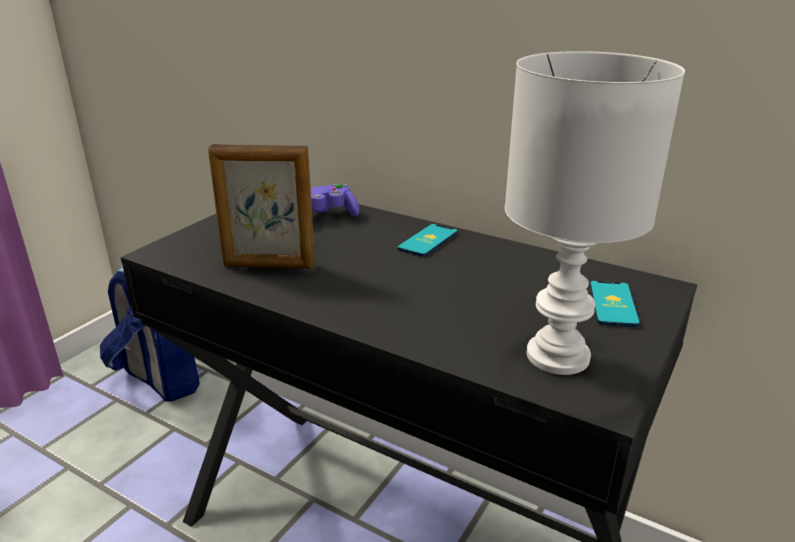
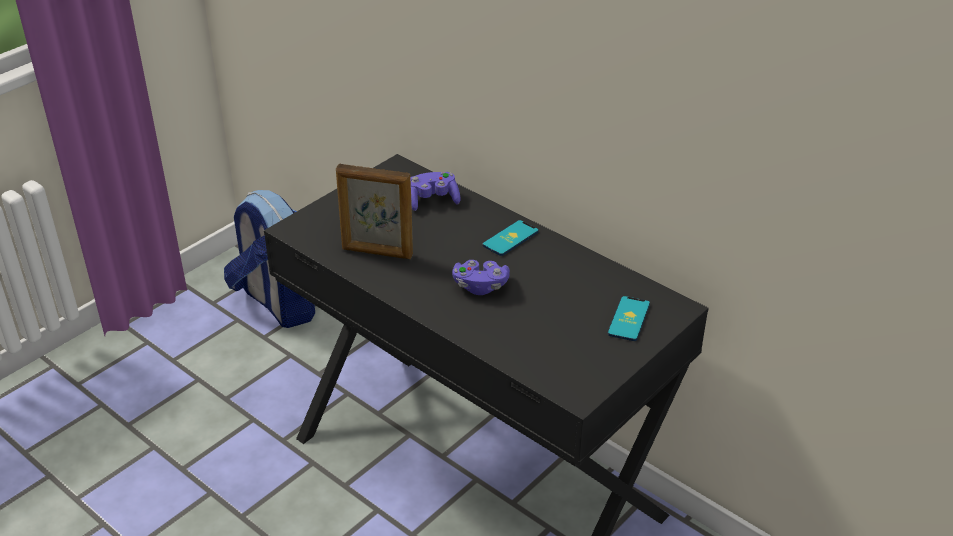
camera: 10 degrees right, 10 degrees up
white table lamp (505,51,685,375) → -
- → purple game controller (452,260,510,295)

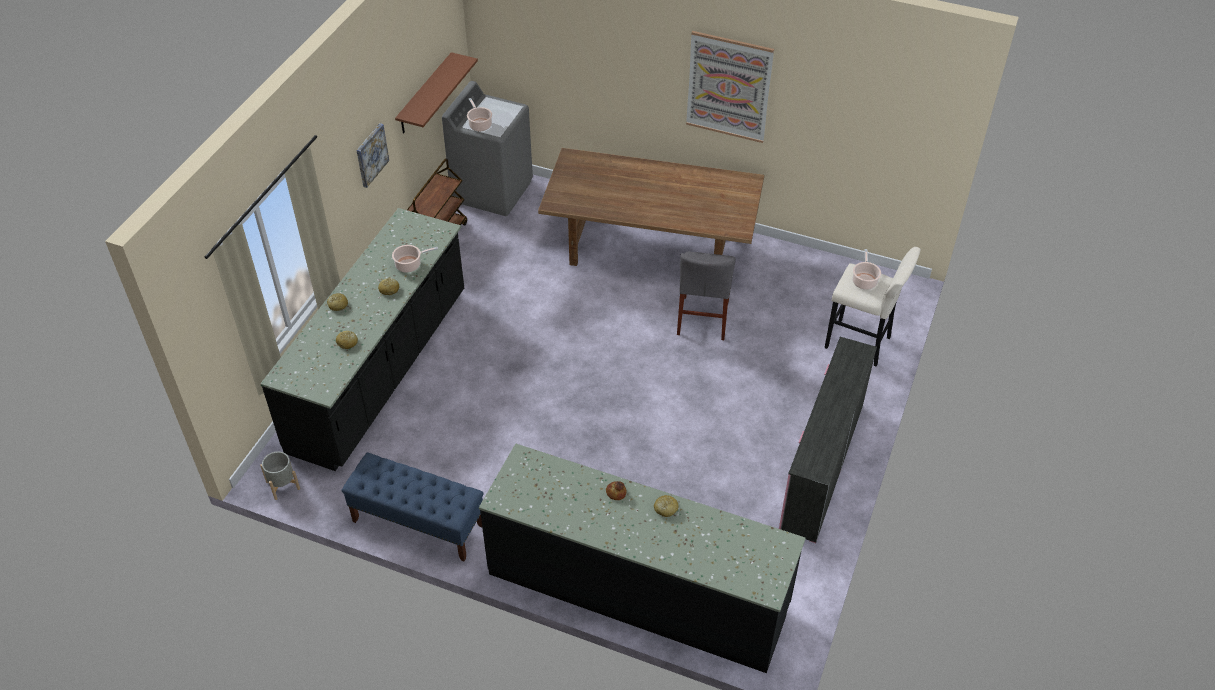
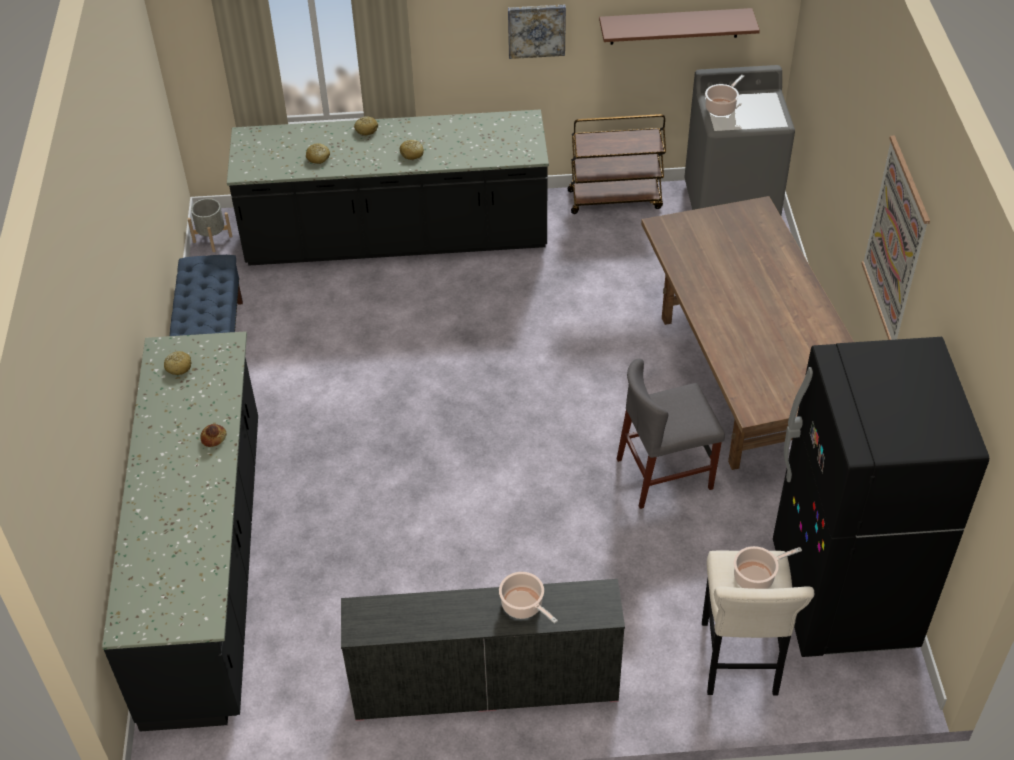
camera: 65 degrees right, 0 degrees up
cooking pot (392,245,438,273) → cooking pot (499,572,558,624), moved
bread (654,495,679,517) → bread (164,351,191,375), moved
- → black fridge (773,337,989,657)

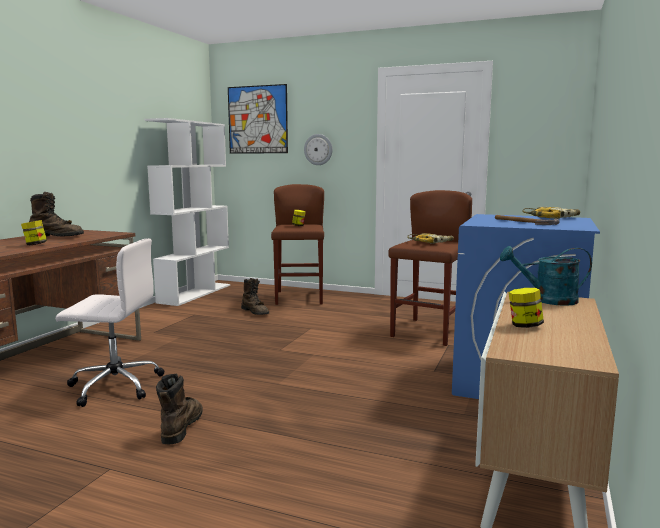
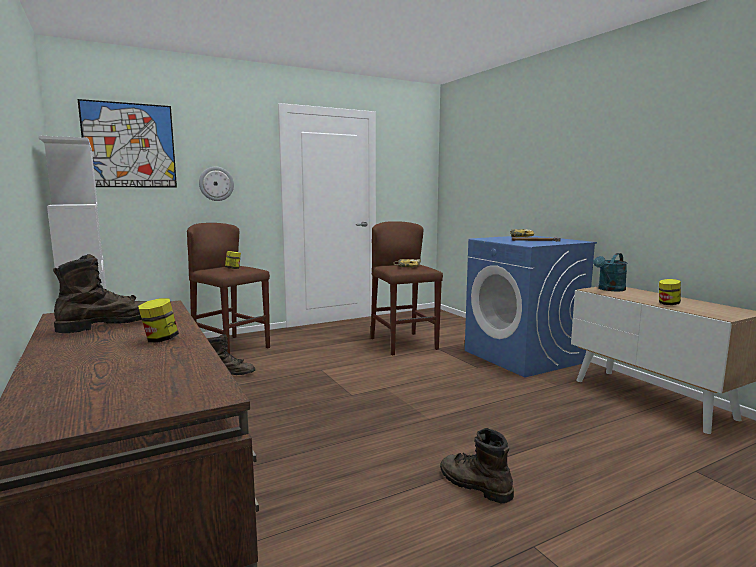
camera: 50 degrees left, 0 degrees up
white office chair (56,238,164,407) → -

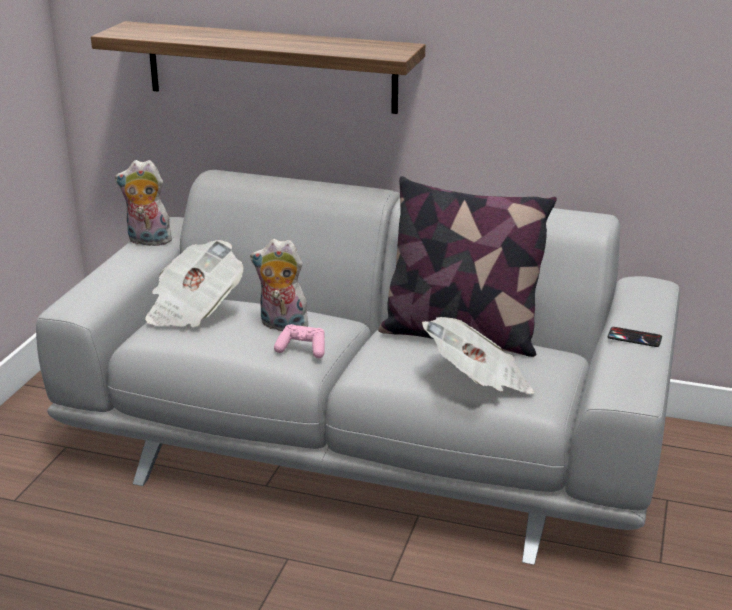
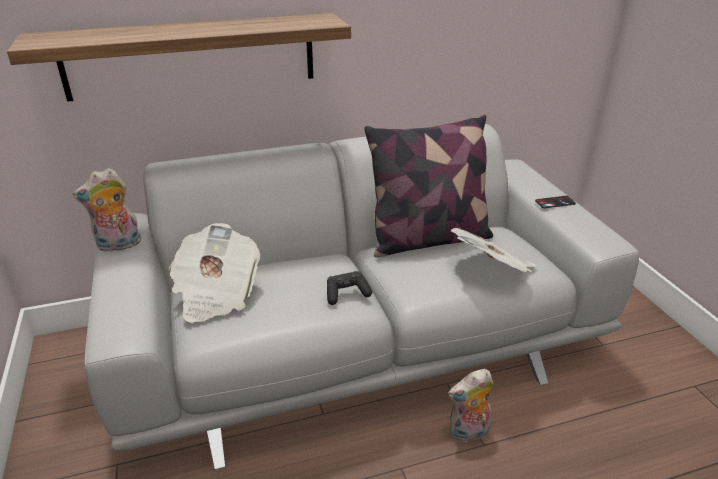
camera: 35 degrees left, 5 degrees up
plush toy (250,239,309,331) → plush toy (448,369,493,442), moved
pink game controller (274,324,325,358) → black game controller (327,271,372,305)

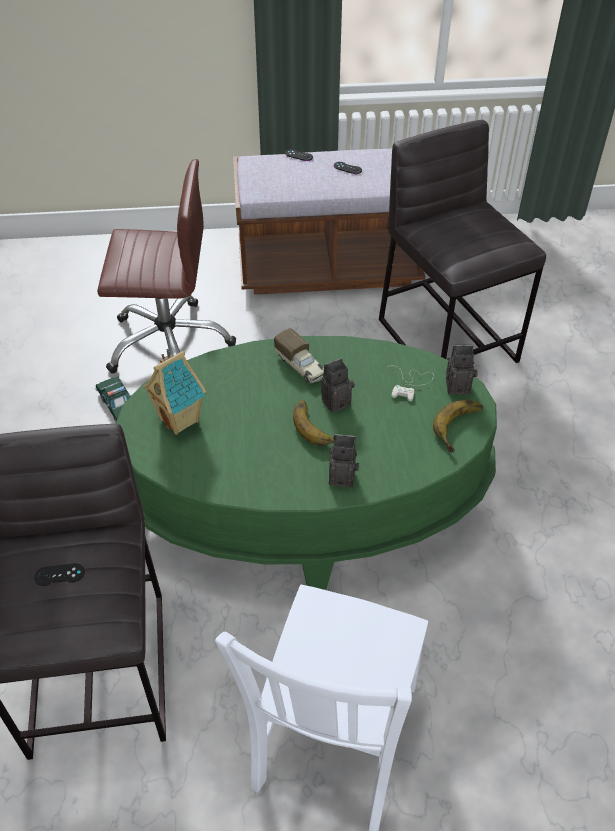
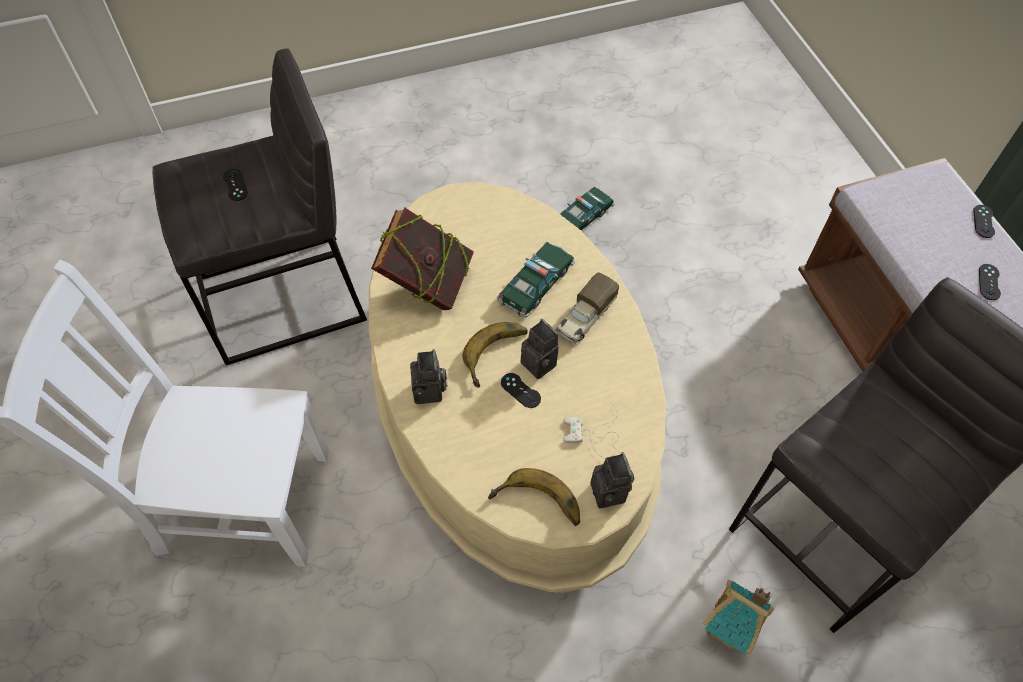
camera: 75 degrees right, 10 degrees up
brown office chair (97,159,236,373) → -
green coffee table (116,336,497,590) → beige coffee table (369,182,666,594)
toy house (143,349,207,435) → toy house (703,580,774,655), moved
- → book (371,207,474,310)
- → toy car (497,242,575,318)
- → black game controller (501,373,541,408)

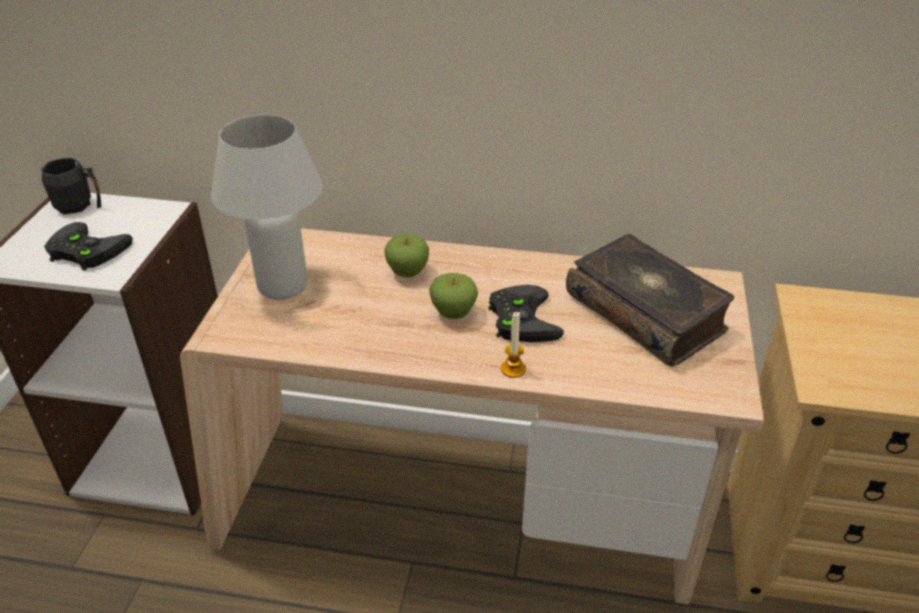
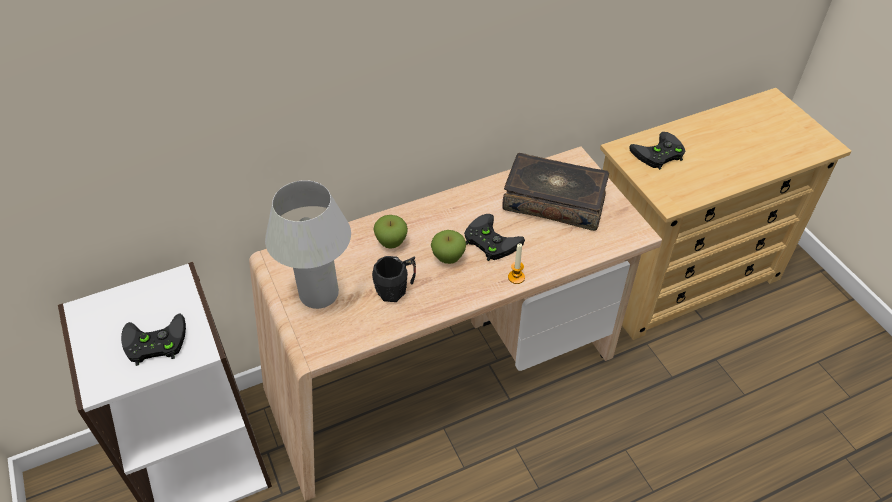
camera: 35 degrees left, 10 degrees up
black mug (41,158,101,215) → black mug (372,256,416,302), moved
- → black game controller (629,132,686,170)

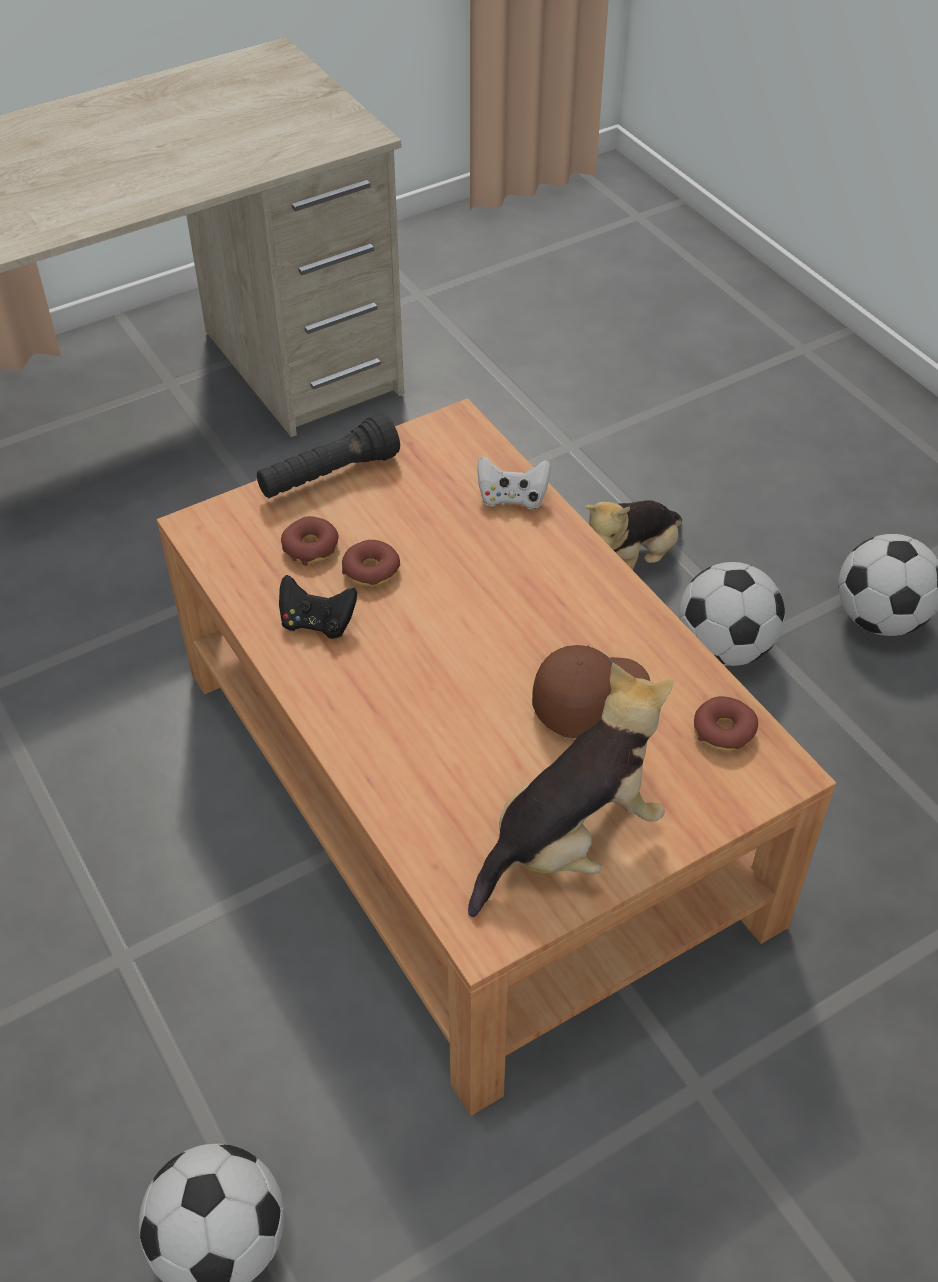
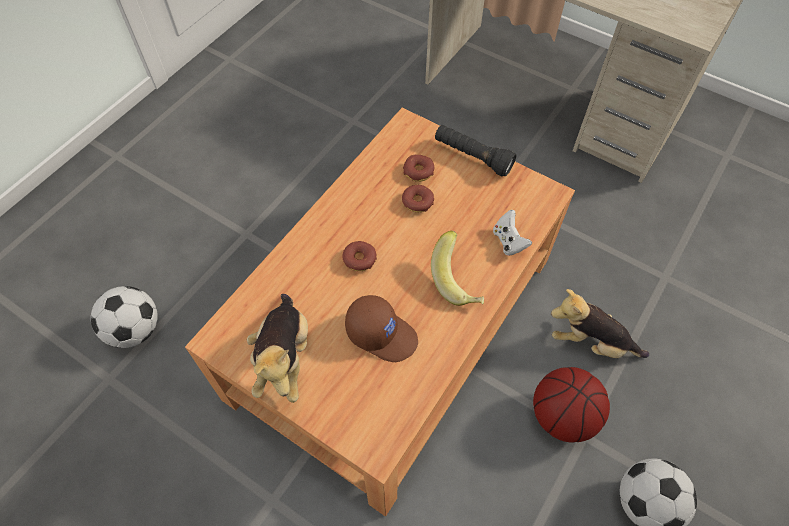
camera: 65 degrees right, 10 degrees up
football (679,562,785,666) → basketball (533,367,610,443)
black game controller (279,575,357,639) → -
plush toy (468,663,674,917) → plush toy (247,294,308,403), 60 degrees clockwise
donut (694,696,758,752) → donut (342,241,377,271), moved
- → banana (431,230,484,306)

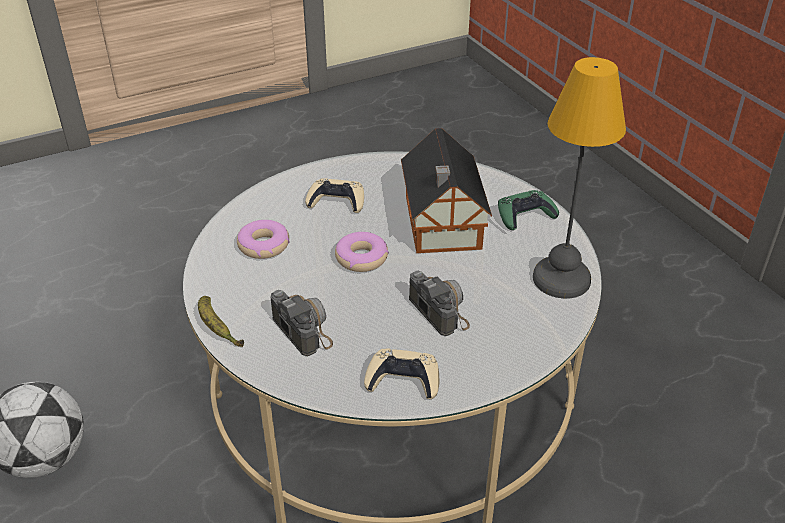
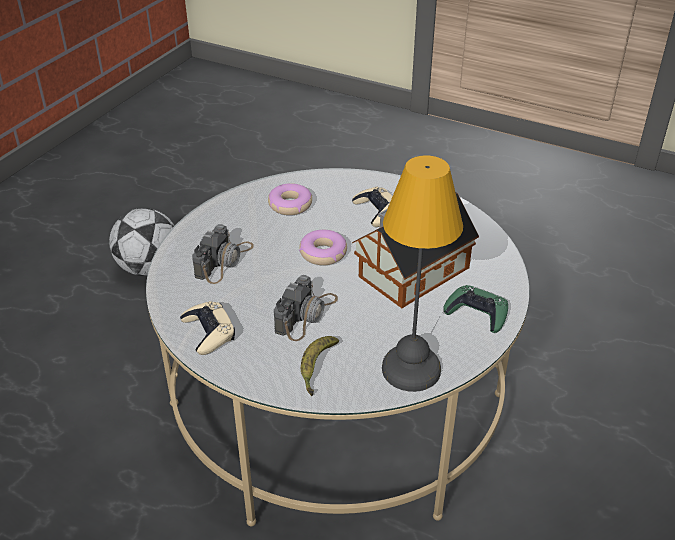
camera: 55 degrees right, 0 degrees up
banana (198,296,244,347) → banana (301,336,339,396), moved

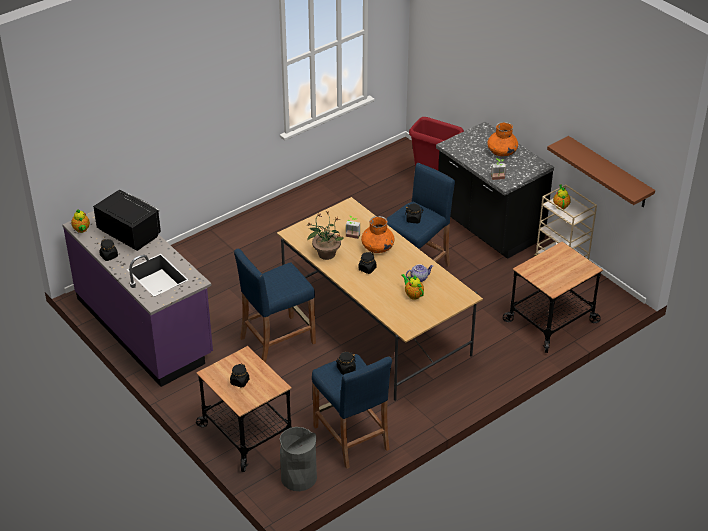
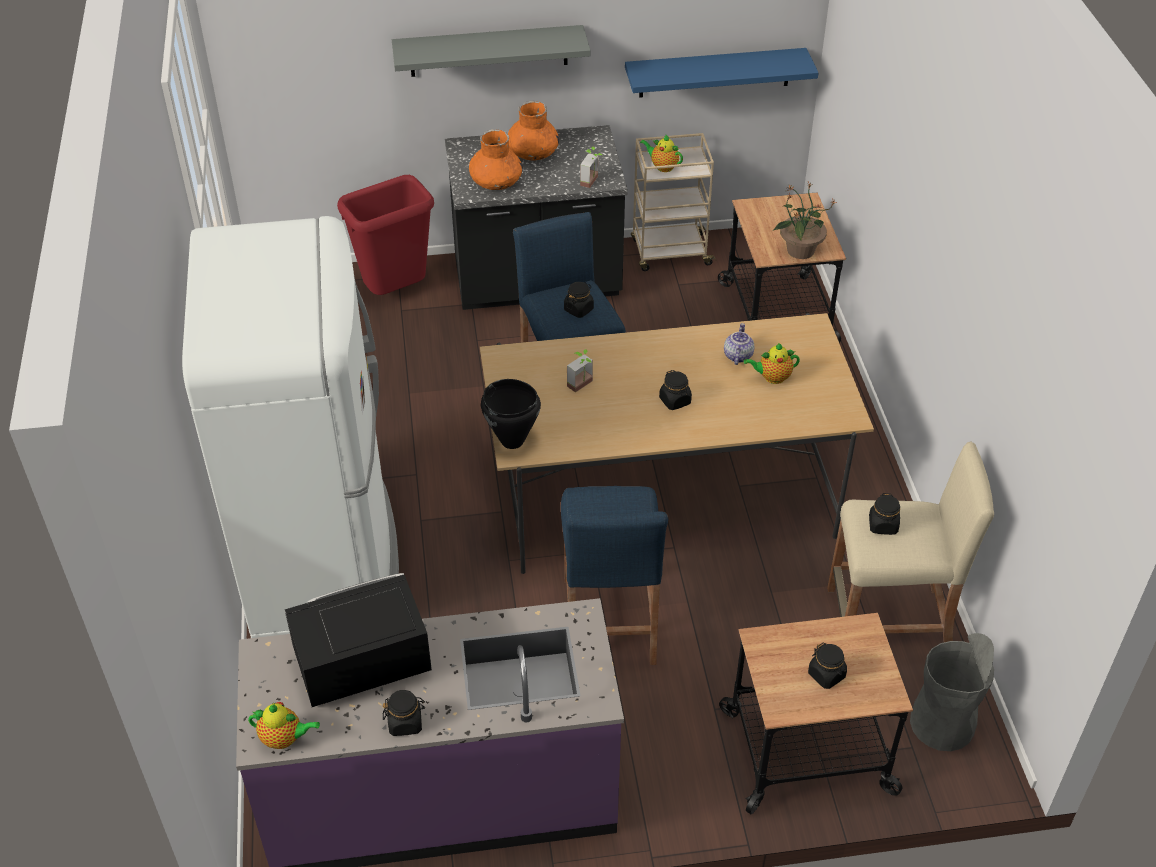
camera: 60 degrees left, 5 degrees up
brown shelf (547,136,655,207) → blue shelf (625,48,819,98)
potted plant (307,211,344,260) → potted plant (773,182,837,259), moved
orange vase (361,216,395,253) → orange vase (469,129,523,190), moved
blue stool (312,354,392,469) → beige stool (827,441,994,642)
- → grey shelf (392,25,590,77)
- → white fridge (182,216,399,638)
- → black cooking pot (481,379,541,449)

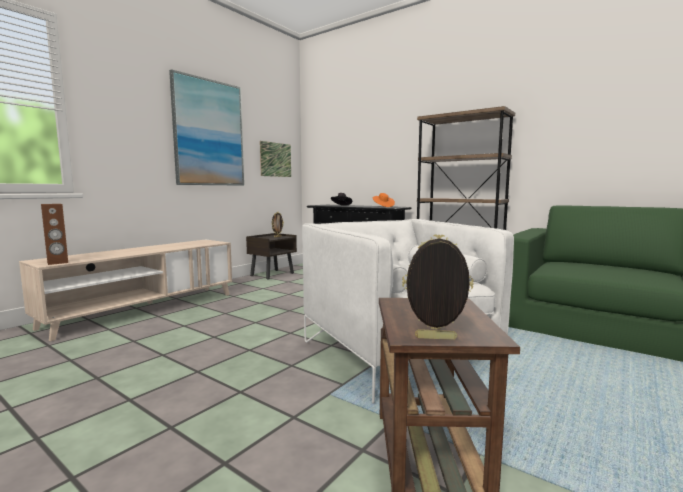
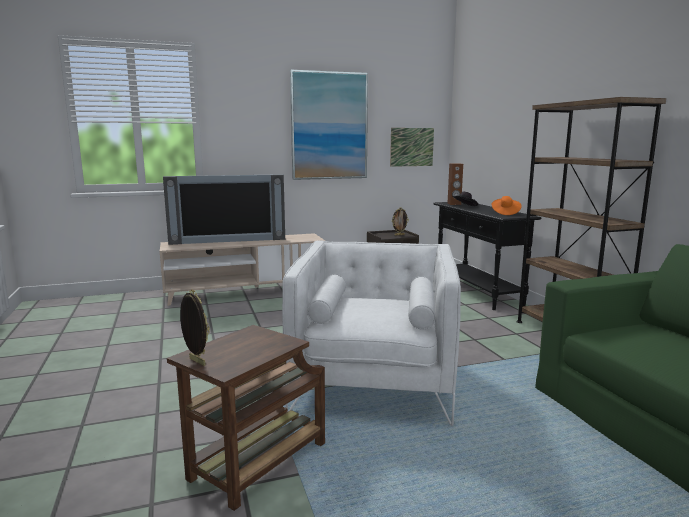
camera: 35 degrees right, 5 degrees up
brown speaker (41,204,68,265) → brown speaker (447,163,463,205), moved
- → television (163,174,285,245)

